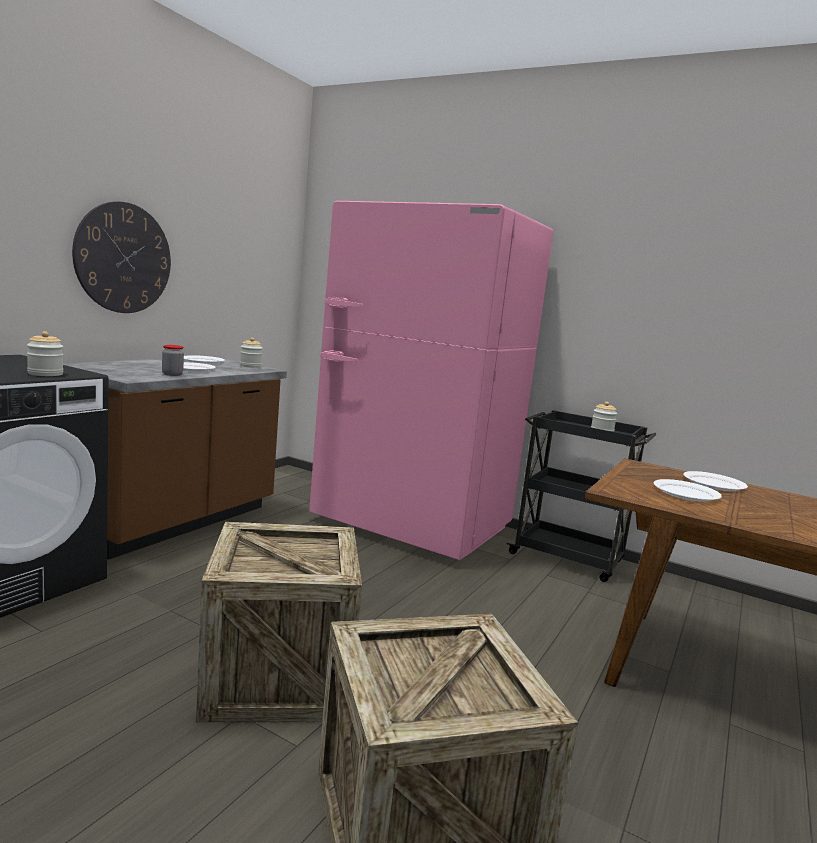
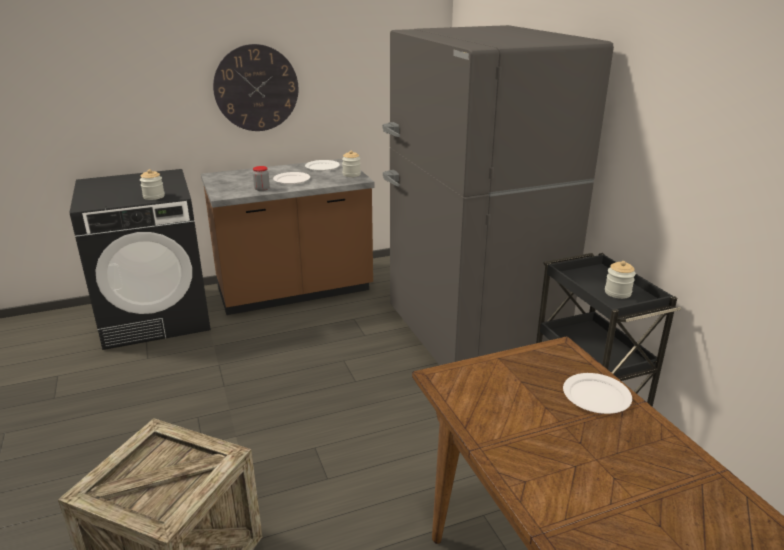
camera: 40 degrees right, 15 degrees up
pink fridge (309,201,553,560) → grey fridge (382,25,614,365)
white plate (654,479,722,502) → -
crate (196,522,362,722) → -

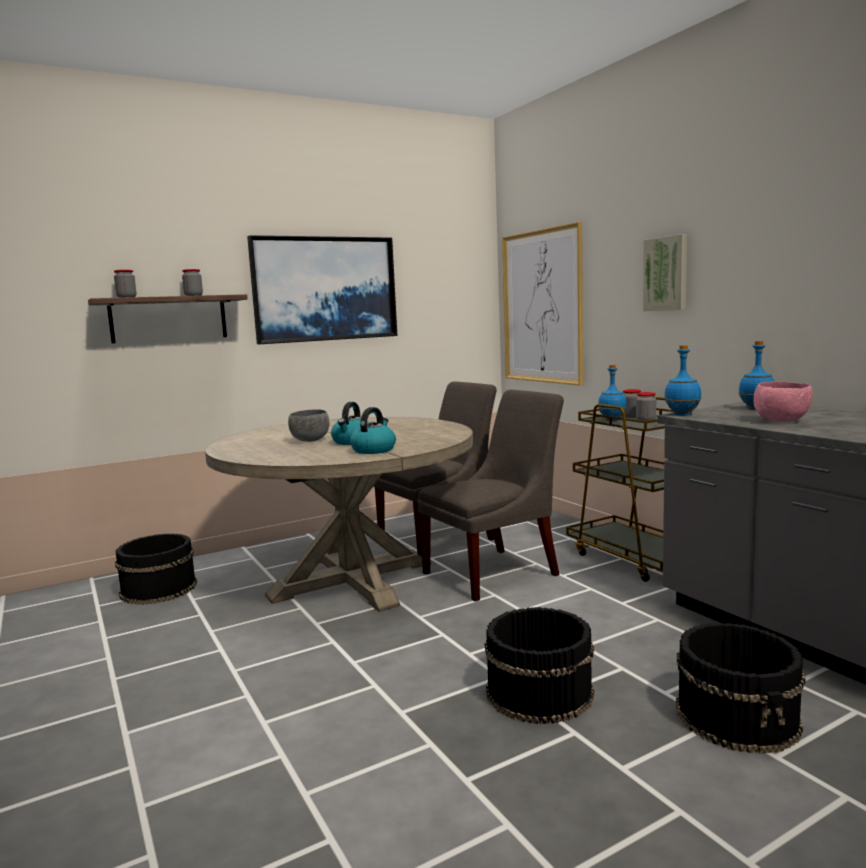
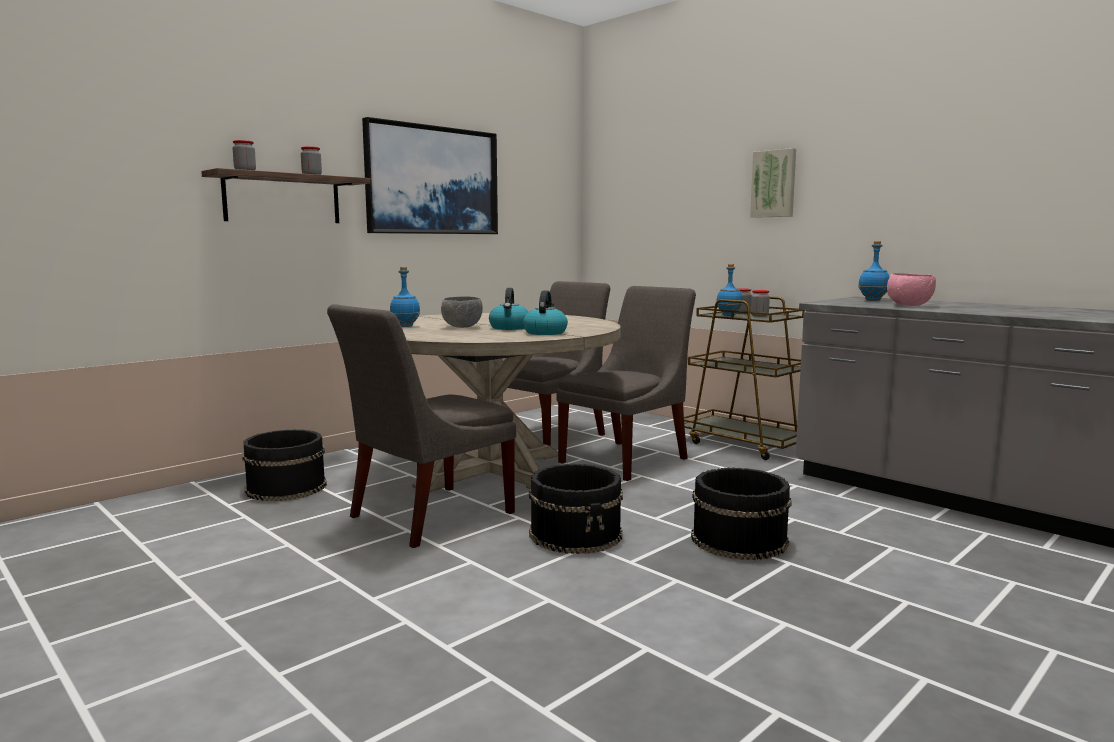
camera: 15 degrees left, 0 degrees up
picture (502,222,583,385) → -
blue bottle (664,345,702,416) → blue bottle (390,267,420,327), moved
black bucket (676,623,806,754) → black bucket (529,464,623,554), moved
- → grey chair (327,304,516,548)

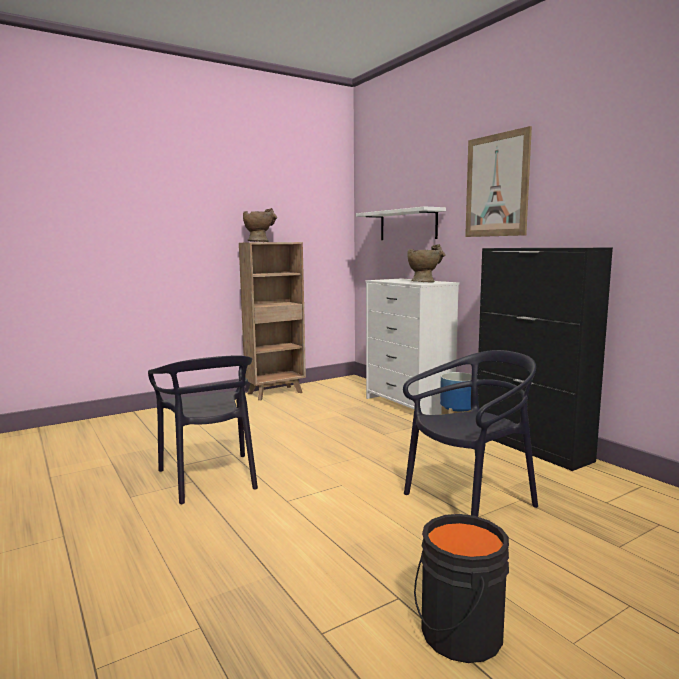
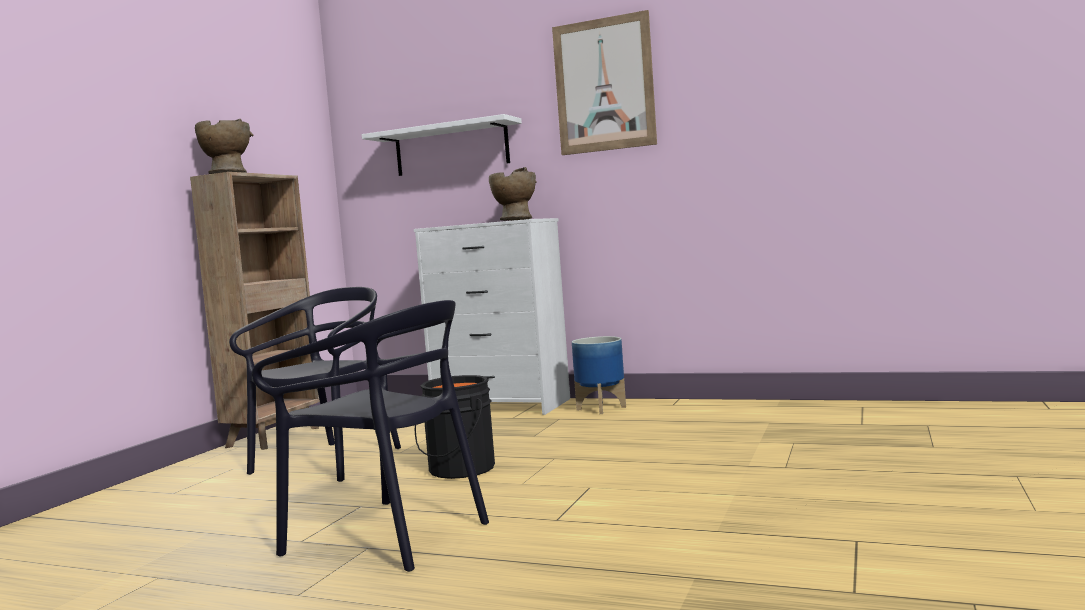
camera: 35 degrees left, 5 degrees down
black cabinet (478,248,613,471) → -
black chair (403,350,538,517) → black chair (229,287,401,482), moved
black bucket (414,514,509,663) → black bucket (415,375,495,479), moved

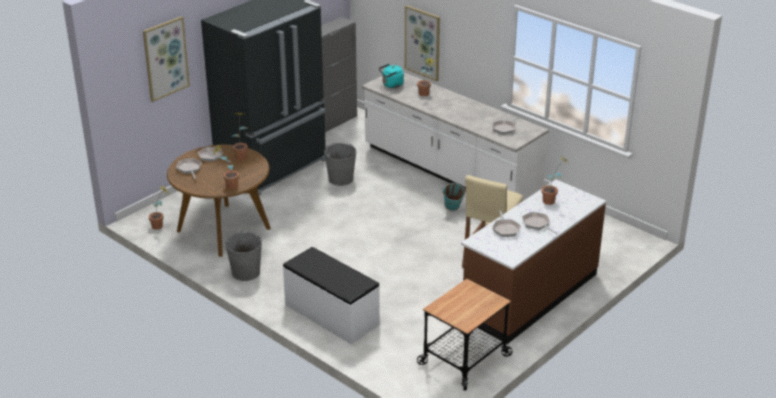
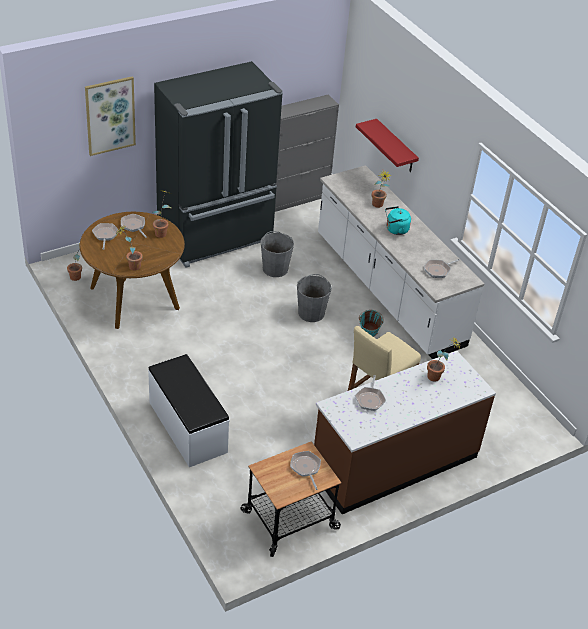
camera: 15 degrees right, 10 degrees up
picture (405,5,440,81) → red shelf (356,119,419,172)
turquoise kettle (379,64,404,88) → turquoise kettle (385,206,411,235), moved
frying pan (522,212,558,234) → frying pan (290,451,321,490), moved
grey bucket (225,231,262,281) → grey bucket (297,274,332,322), moved

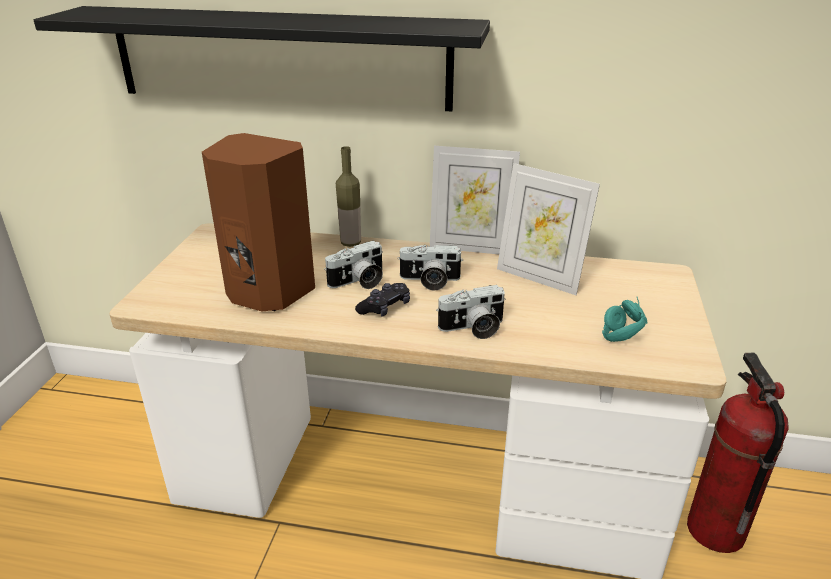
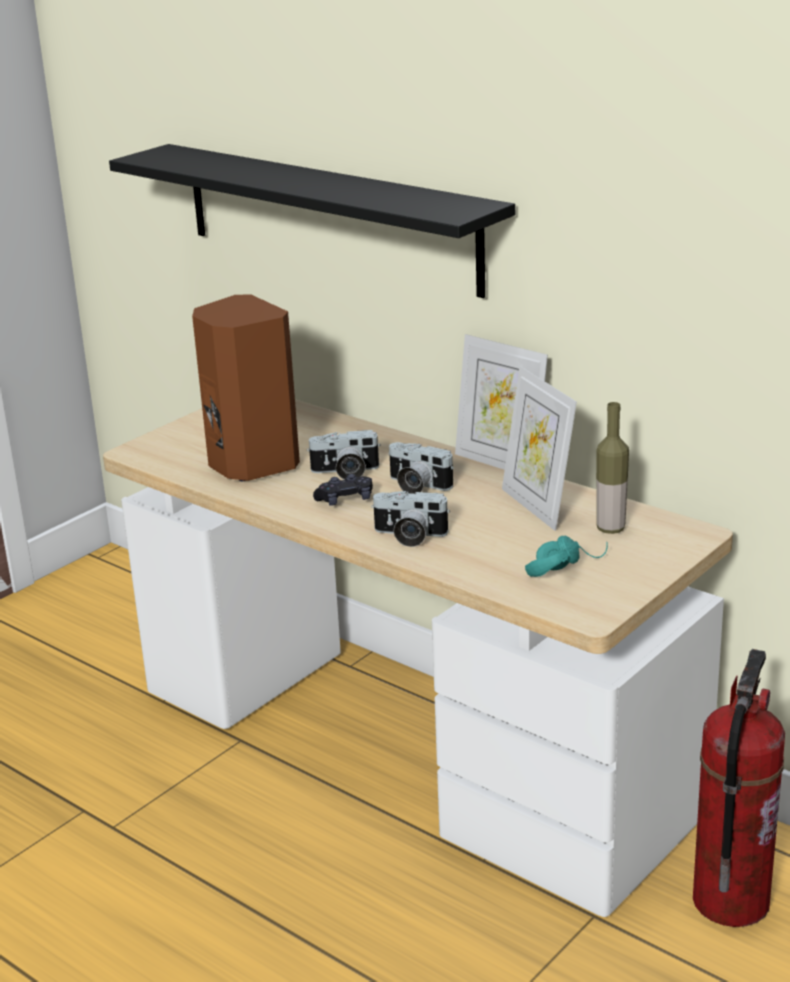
camera: 30 degrees right, 5 degrees down
bottle (336,146,361,247) → bottle (596,402,629,534), moved

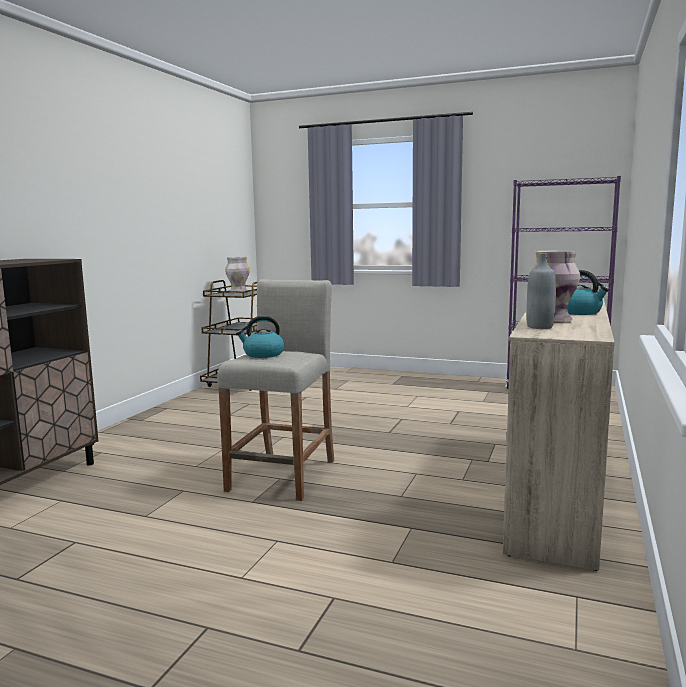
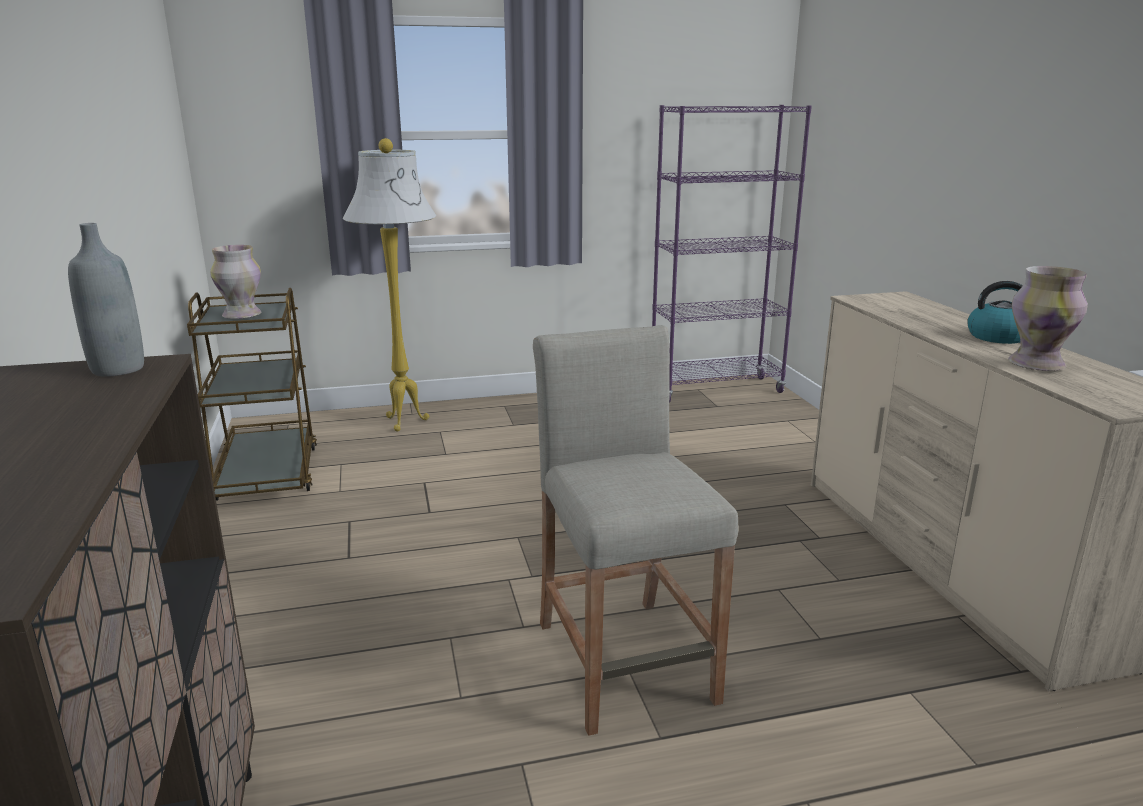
camera: 35 degrees left, 10 degrees up
grey bottle (526,253,556,329) → grey bottle (68,223,144,377), moved
kettle (236,316,284,358) → -
- → white floor lamp (343,138,436,432)

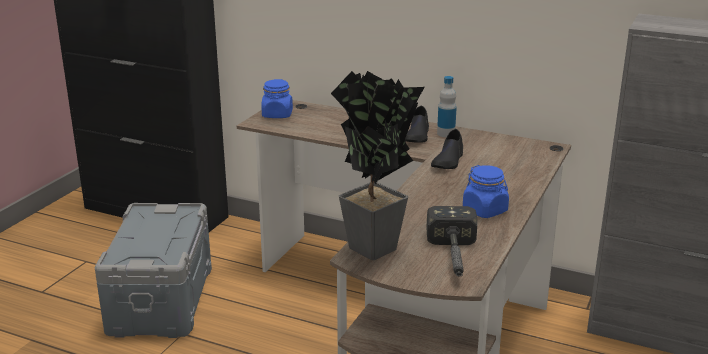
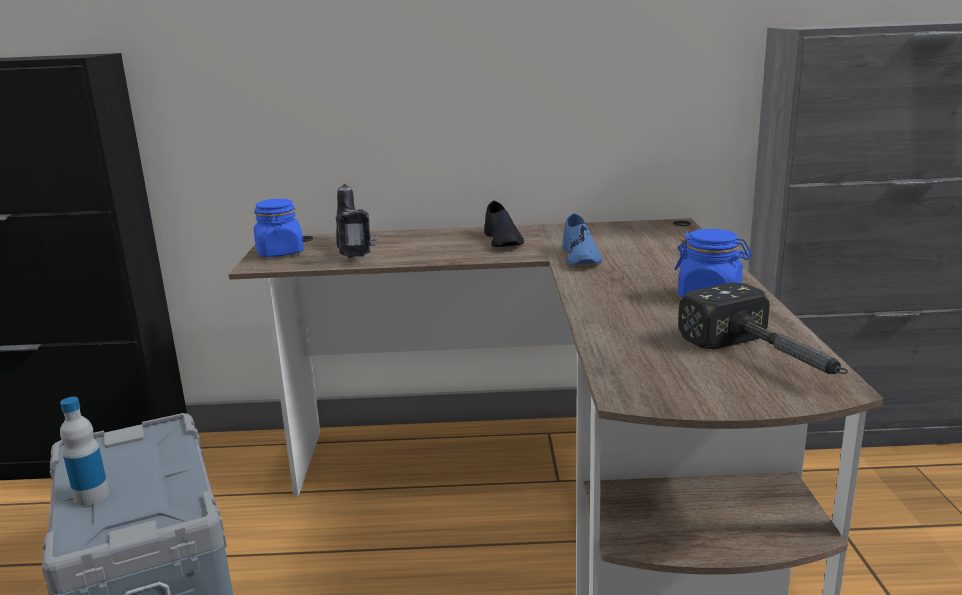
camera: 25 degrees left, 5 degrees down
potted plant (331,71,424,260) → -
bottle (437,76,457,137) → bottle (60,397,109,505), moved
black shoe (431,129,463,169) → blue shoe (562,213,602,265)
- → power drill (336,184,377,258)

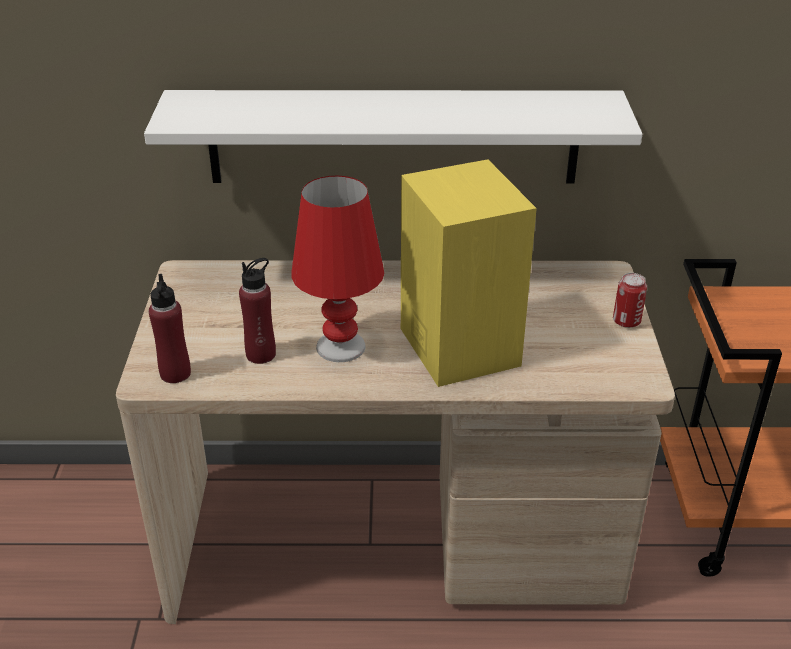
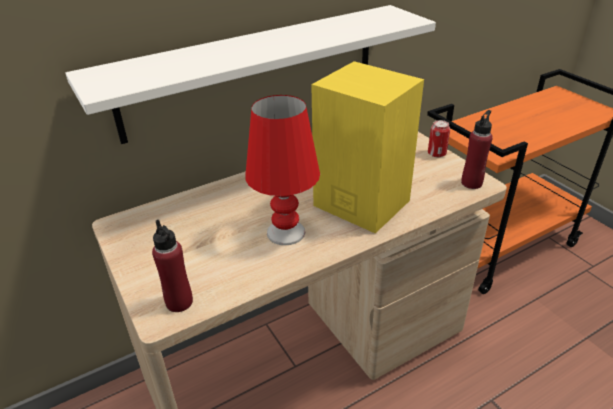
camera: 30 degrees left, 0 degrees up
red bottle (239,258,276,364) → red bottle (461,110,493,189), moved

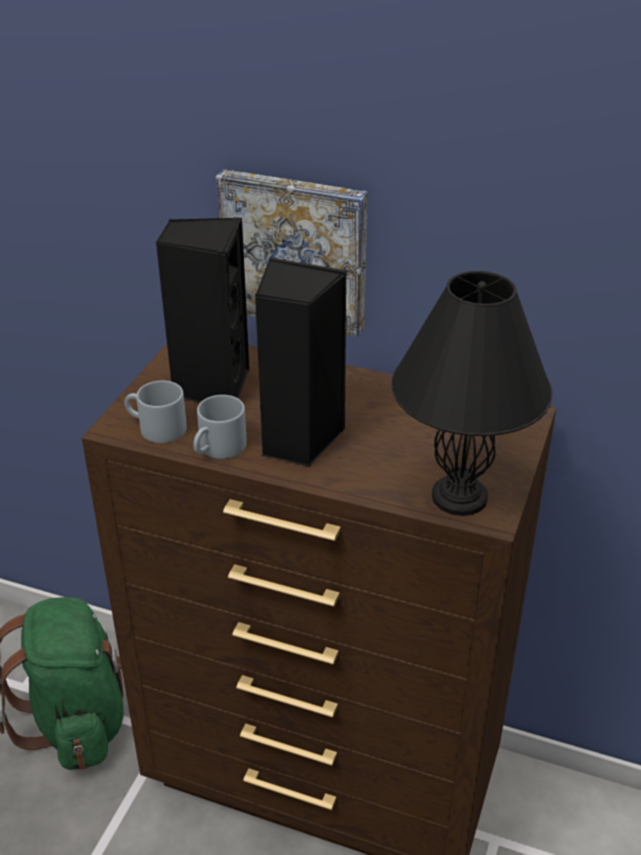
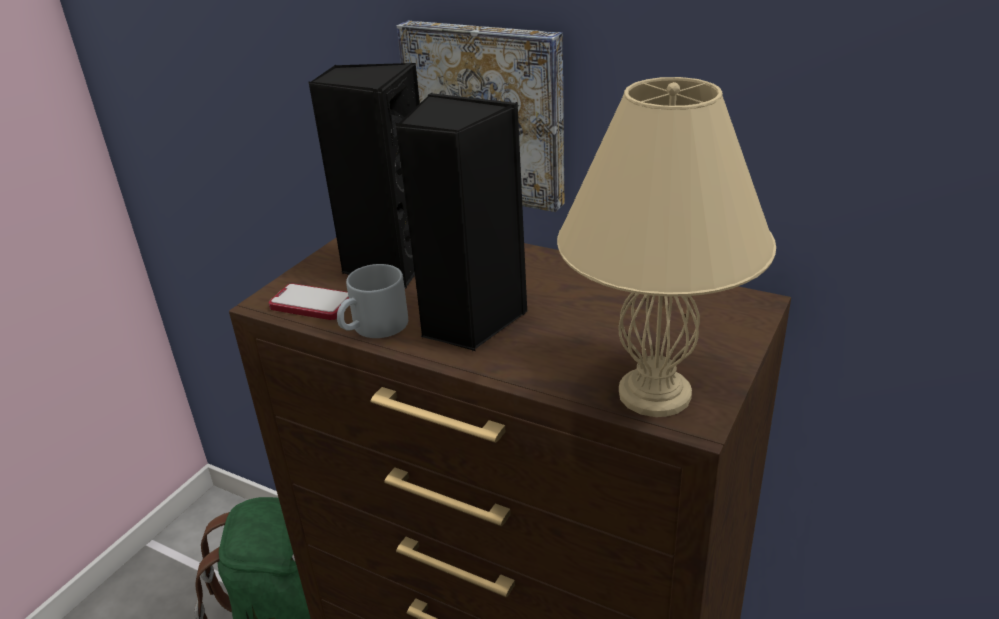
camera: 10 degrees right, 5 degrees down
black table lamp (391,271,553,516) → beige table lamp (557,77,776,417)
grey mug (124,381,187,443) → phone (268,283,349,320)

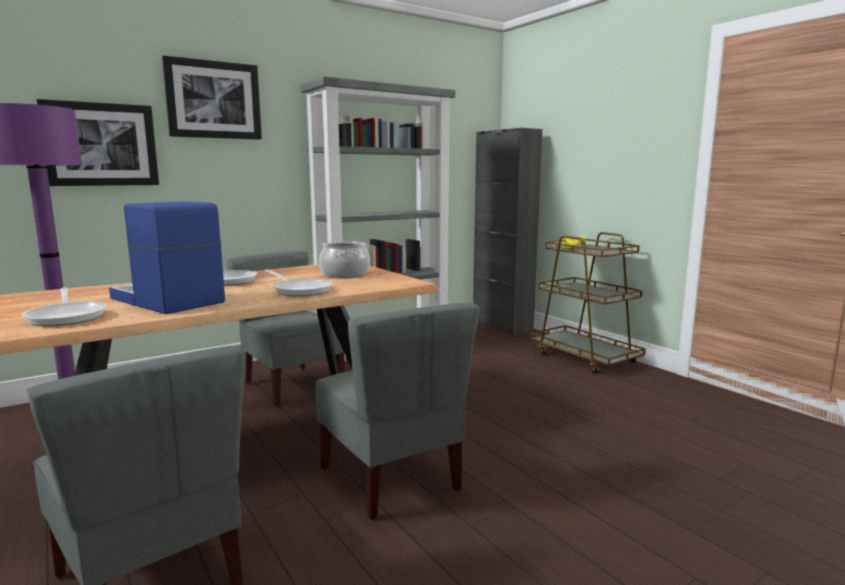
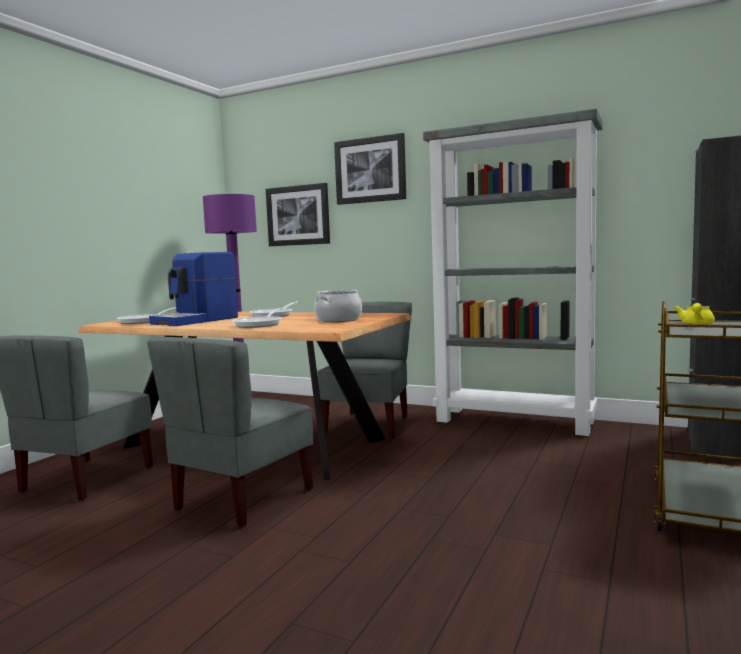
camera: 60 degrees right, 5 degrees down
coffee machine (109,201,225,314) → coffee machine (149,252,238,326), 150 degrees counterclockwise

